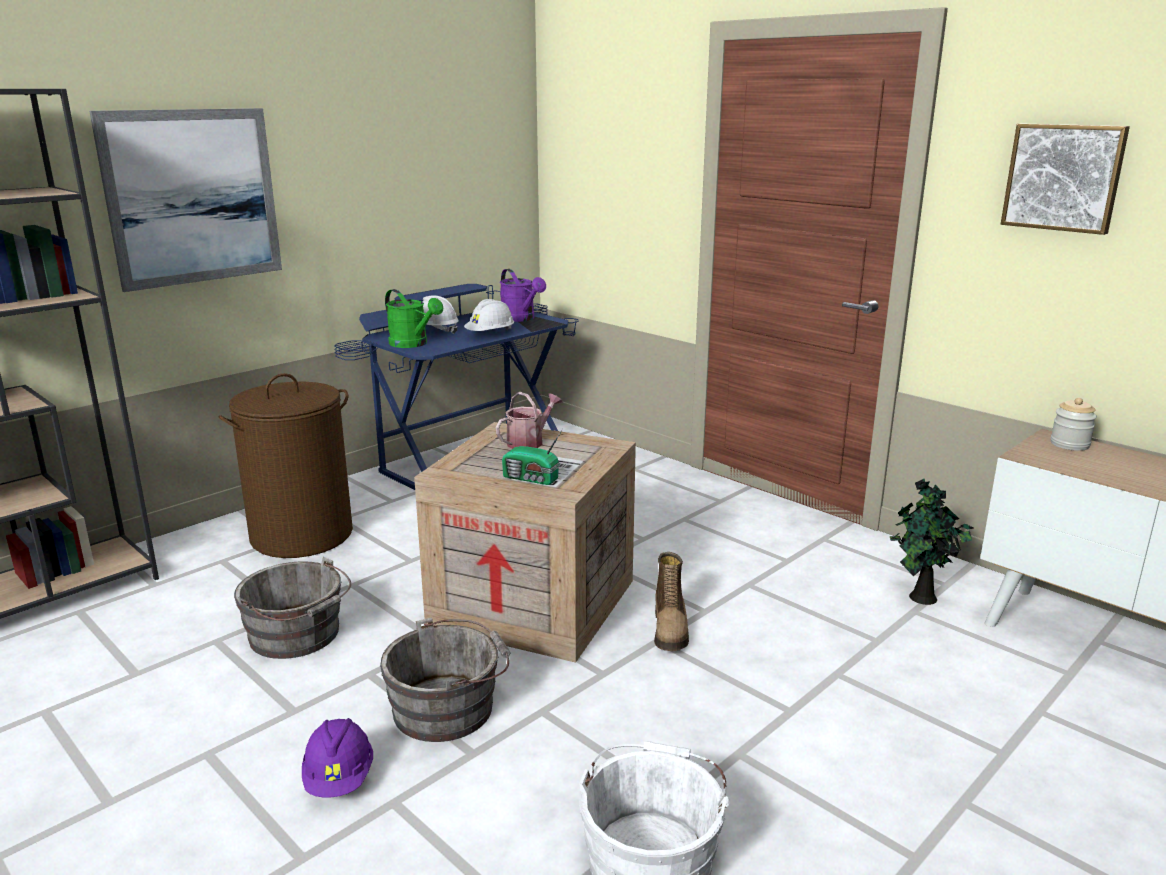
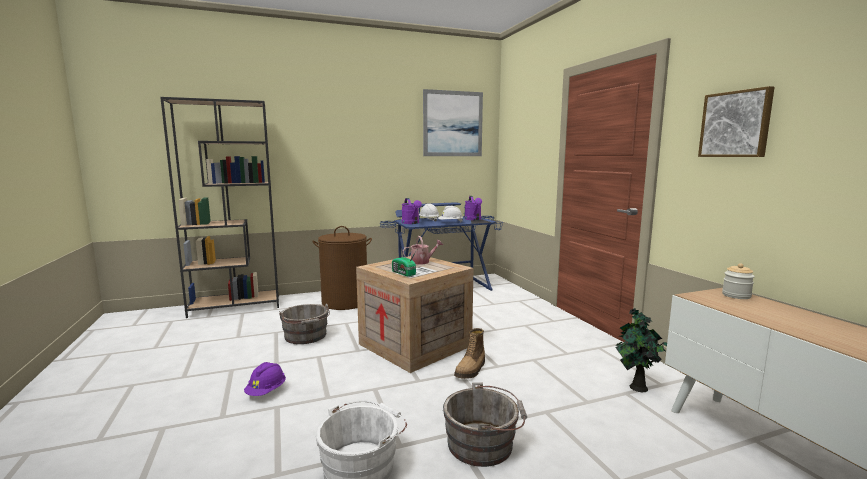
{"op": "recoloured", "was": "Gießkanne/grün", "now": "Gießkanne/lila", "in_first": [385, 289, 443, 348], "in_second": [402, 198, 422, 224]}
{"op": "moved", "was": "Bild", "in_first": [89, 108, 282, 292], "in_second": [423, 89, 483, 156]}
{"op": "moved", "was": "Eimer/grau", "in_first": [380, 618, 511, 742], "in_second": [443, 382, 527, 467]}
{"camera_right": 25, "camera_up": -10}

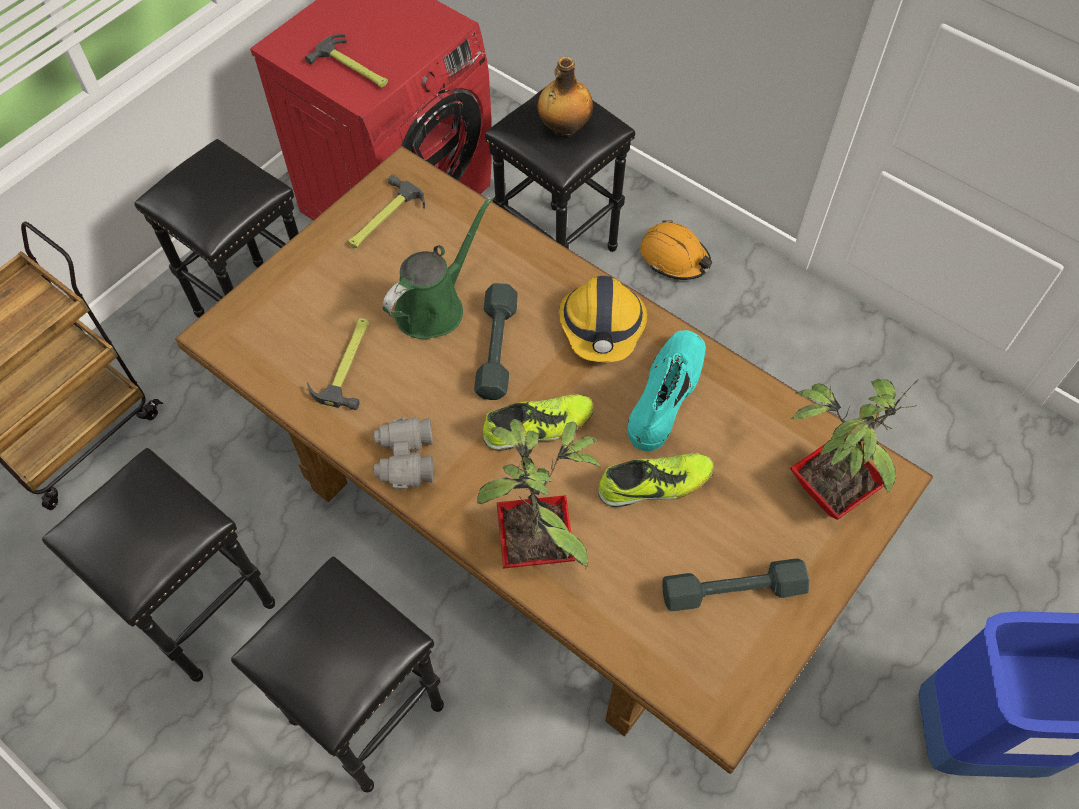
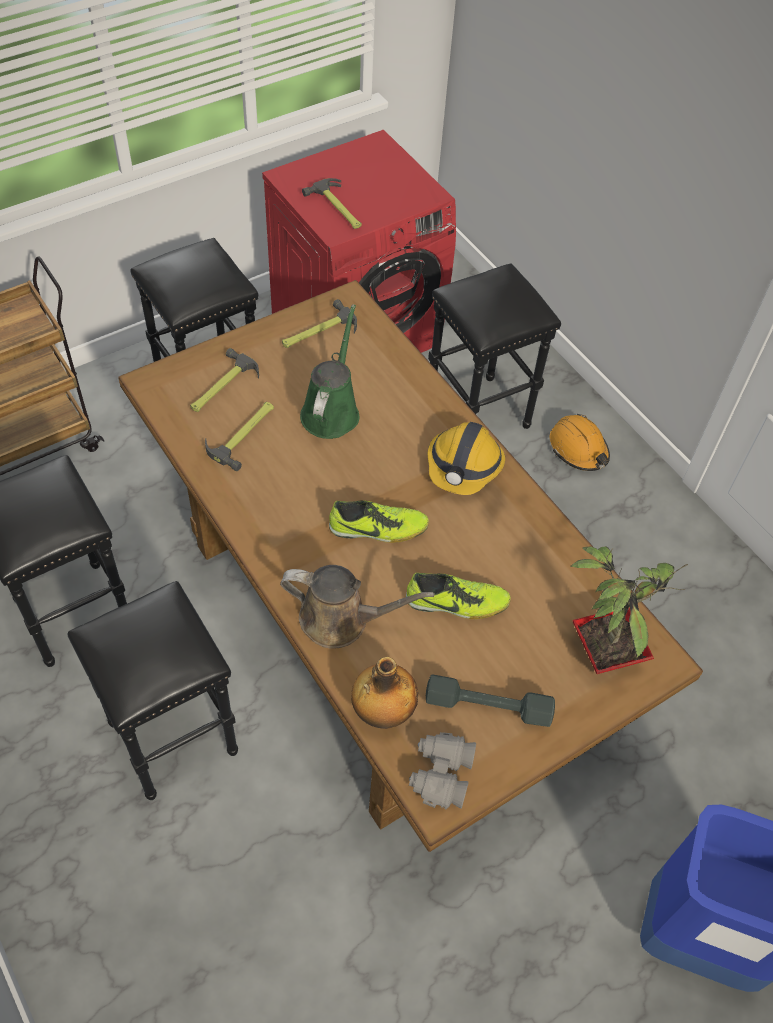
{"op": "added", "now": "Hammer", "in_second": [190, 348, 259, 412]}
{"op": "replaced", "was": "Topfpflanze", "now": "Gießkanne/braun", "in_first": [477, 419, 601, 569], "in_second": [280, 565, 435, 649]}
{"op": "turned", "was": "Gießkanne/grün", "in_first": [382, 196, 493, 339], "in_second": [300, 304, 359, 439], "clockwise": -45}
{"op": "moved", "was": "Flasche", "in_first": [537, 57, 593, 137], "in_second": [351, 657, 418, 729]}
{"op": "moved", "was": "Fernglas/grau", "in_first": [373, 416, 433, 490], "in_second": [409, 732, 476, 810]}
{"op": "removed", "was": "Hantel/grau", "in_first": [474, 283, 518, 400]}
{"op": "removed", "was": "Stiefel/türkis", "in_first": [628, 330, 706, 451]}
{"camera_right": 15, "camera_up": -5}

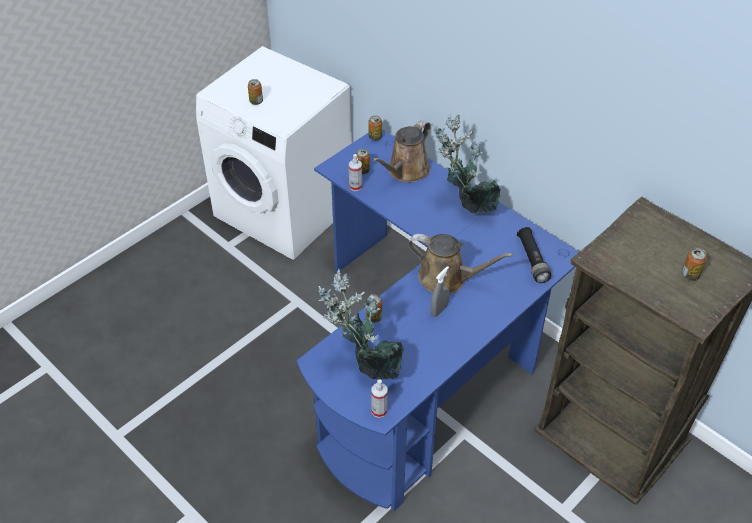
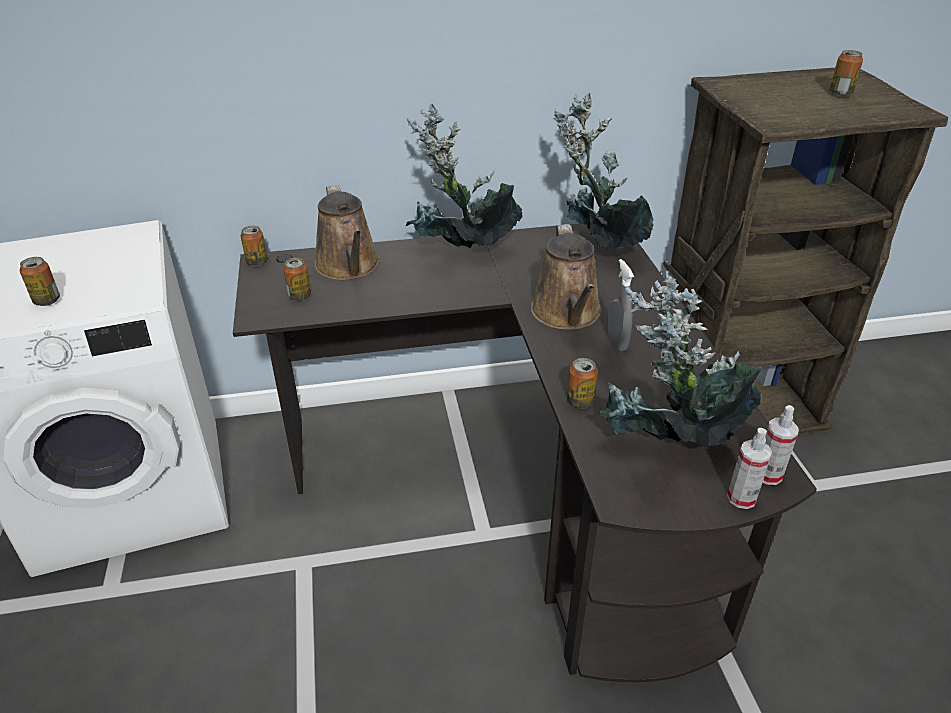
{"op": "recoloured", "was": "Schreibtisch/blau", "now": "Schreibtisch/schwarz", "in_first": [297, 129, 579, 511], "in_second": [233, 223, 817, 682]}
{"op": "turned", "was": "Gießkanne/braun", "in_first": [408, 234, 513, 294], "in_second": [531, 224, 601, 330], "clockwise": 120}
{"op": "replaced", "was": "Taschenlampe/schwarz", "now": "Topfpflanze", "in_first": [517, 227, 552, 283], "in_second": [553, 93, 654, 251]}
{"op": "moved", "was": "Sprühflasche", "in_first": [349, 154, 362, 191], "in_second": [727, 428, 772, 509]}
{"camera_right": -55, "camera_up": -10}

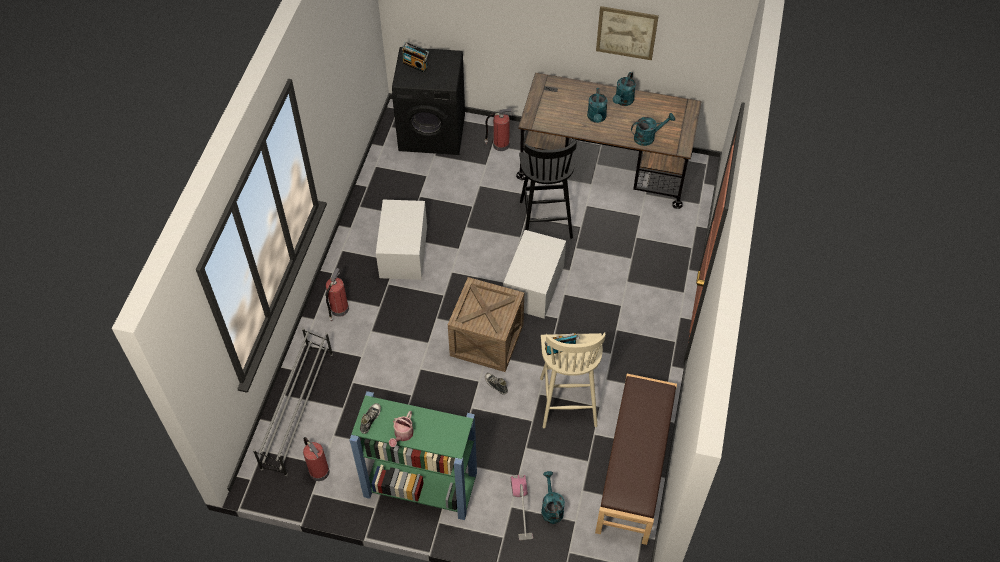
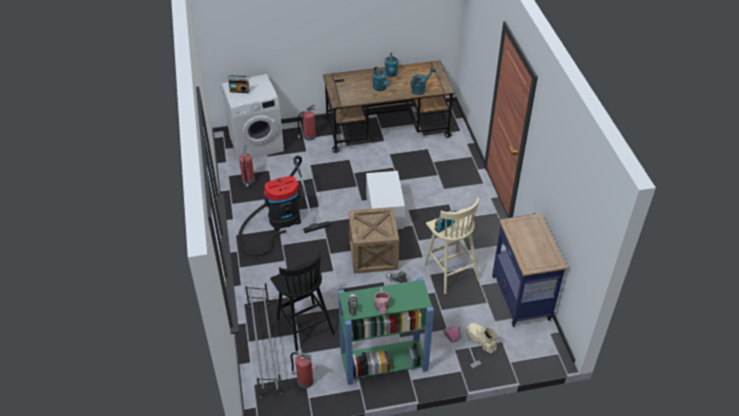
{"op": "recoloured", "was": "Waschmaschine/schwarz", "now": "Waschmaschine/weiß", "in_first": [392, 47, 465, 155], "in_second": [221, 74, 284, 160]}
{"op": "replaced", "was": "Aufbewahrungsbox/weiß", "now": "Staubsauger", "in_first": [376, 200, 427, 280], "in_second": [238, 156, 330, 256]}
{"op": "moved", "was": "Feuerlöscher", "in_first": [326, 268, 349, 321], "in_second": [239, 145, 255, 188]}
{"op": "moved", "was": "Hocker/schwarz", "in_first": [519, 140, 577, 239], "in_second": [270, 251, 335, 351]}
{"op": "replaced", "was": "Gießkanne/türkis", "now": "Stiefel/beige", "in_first": [541, 471, 565, 524], "in_second": [467, 323, 497, 354]}
{"op": "replaced", "was": "Bank/braun", "now": "Rollwagen/blau", "in_first": [595, 374, 677, 545], "in_second": [492, 213, 568, 327]}
{"op": "removed", "was": "Bild", "in_first": [596, 6, 659, 60]}
{"camera_right": -25, "camera_up": -10}

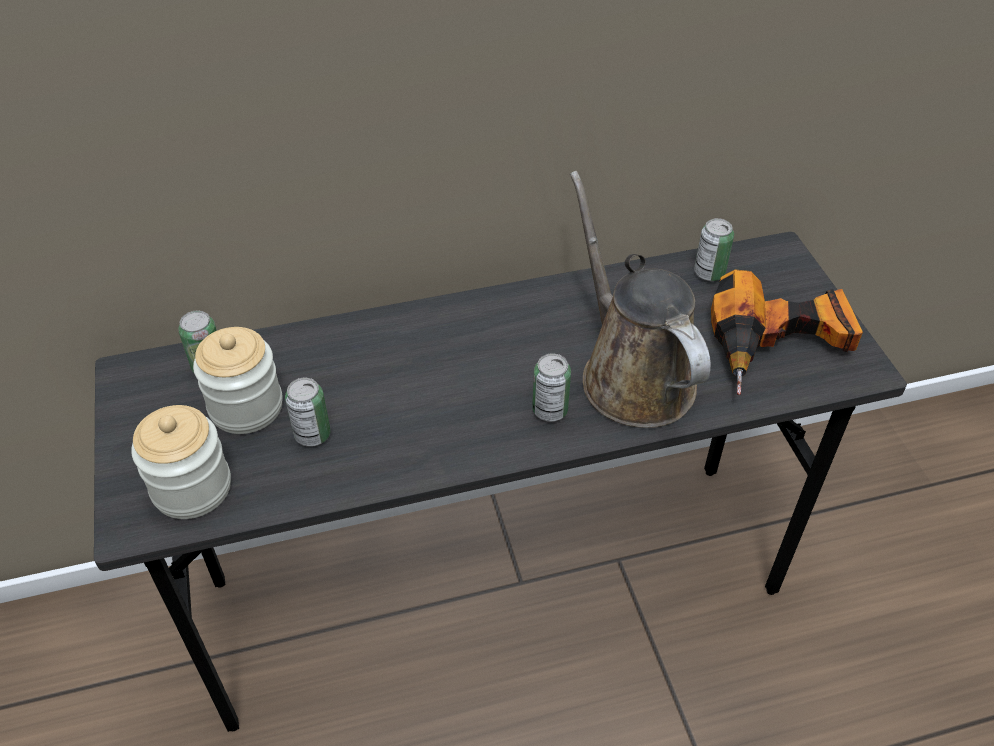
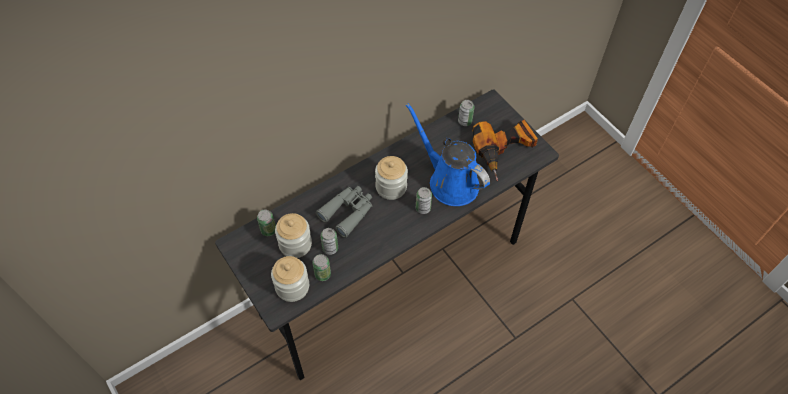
{"op": "added", "now": "Dose", "in_second": [312, 254, 331, 281]}
{"op": "added", "now": "Fernglas/grau", "in_second": [316, 186, 372, 238]}
{"op": "added", "now": "Vorratsglas", "in_second": [375, 156, 408, 200]}
{"op": "recoloured", "was": "Gießkanne/braun", "now": "Gießkanne/blau", "in_first": [570, 171, 711, 428], "in_second": [406, 103, 490, 206]}
{"camera_right": -20, "camera_up": 10}

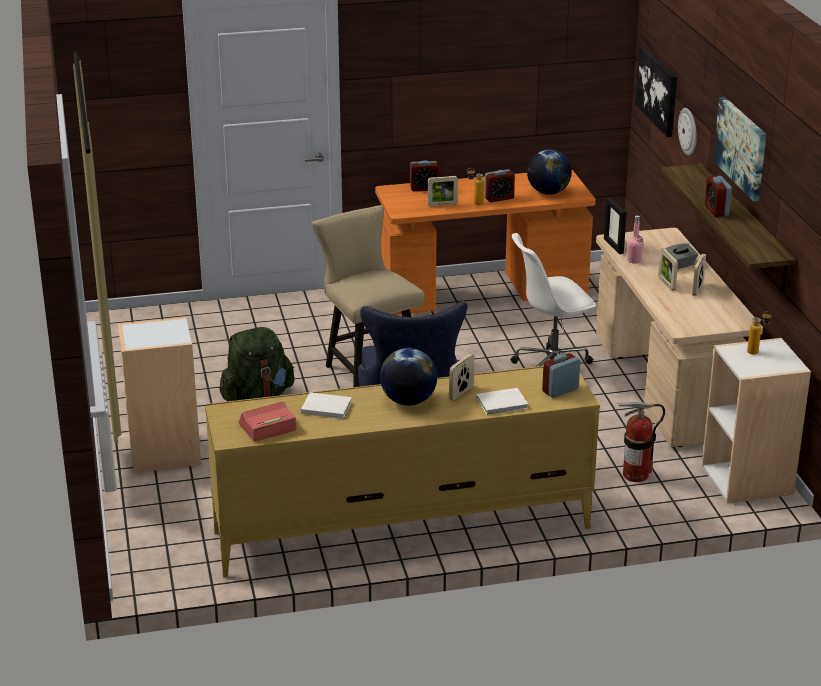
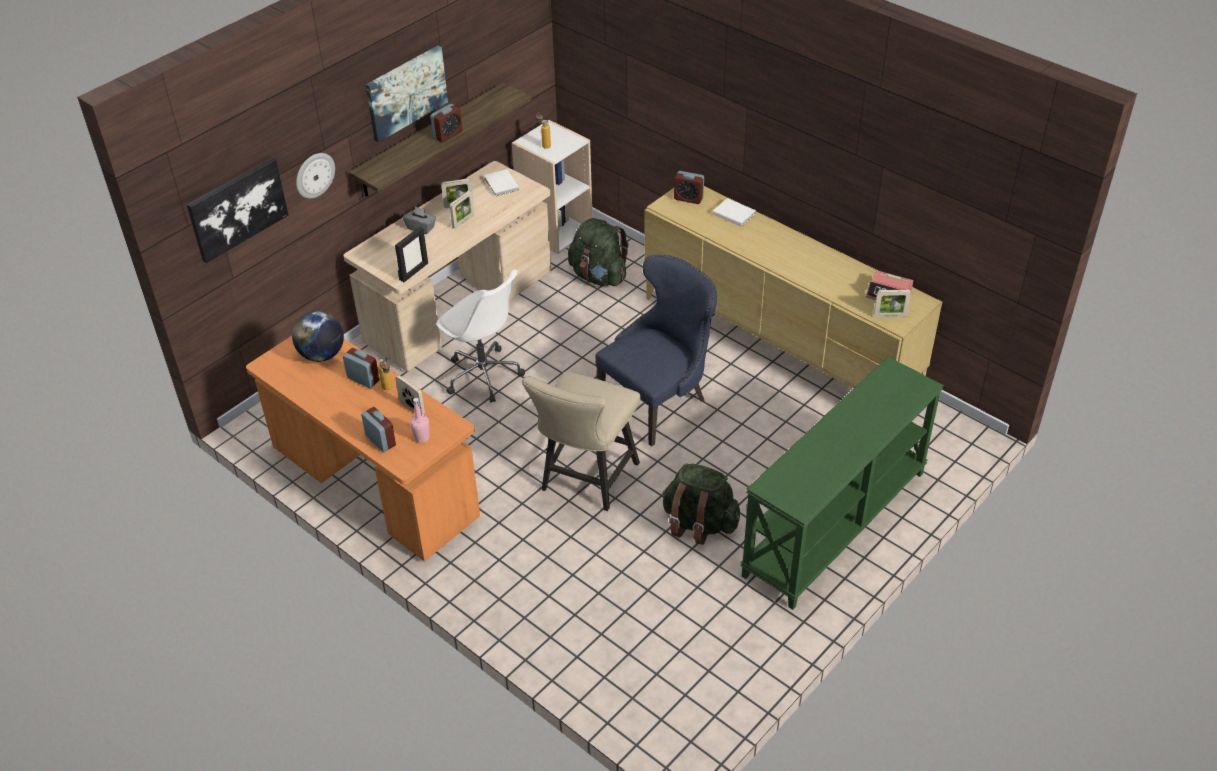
{"op": "moved", "was": "Flasche/rosa", "in_first": [627, 215, 644, 264], "in_second": [410, 398, 430, 443]}
{"op": "moved", "was": "Buch/weiß", "in_first": [301, 392, 352, 419], "in_second": [484, 169, 519, 197]}
{"op": "replaced", "was": "Feuerlöscher", "now": "Rucksack/grün", "in_first": [617, 402, 665, 482], "in_second": [568, 218, 629, 286]}
{"op": "replaced", "was": "Bücherregal", "now": "Konsolentisch/grün", "in_first": [118, 317, 201, 473], "in_second": [740, 357, 944, 610]}
{"op": "moved", "was": "Bilderrahmen", "in_first": [449, 353, 474, 401], "in_second": [874, 289, 911, 318]}
{"op": "removed", "was": "Globus", "in_first": [380, 348, 437, 405]}
{"camera_right": -125, "camera_up": 15}

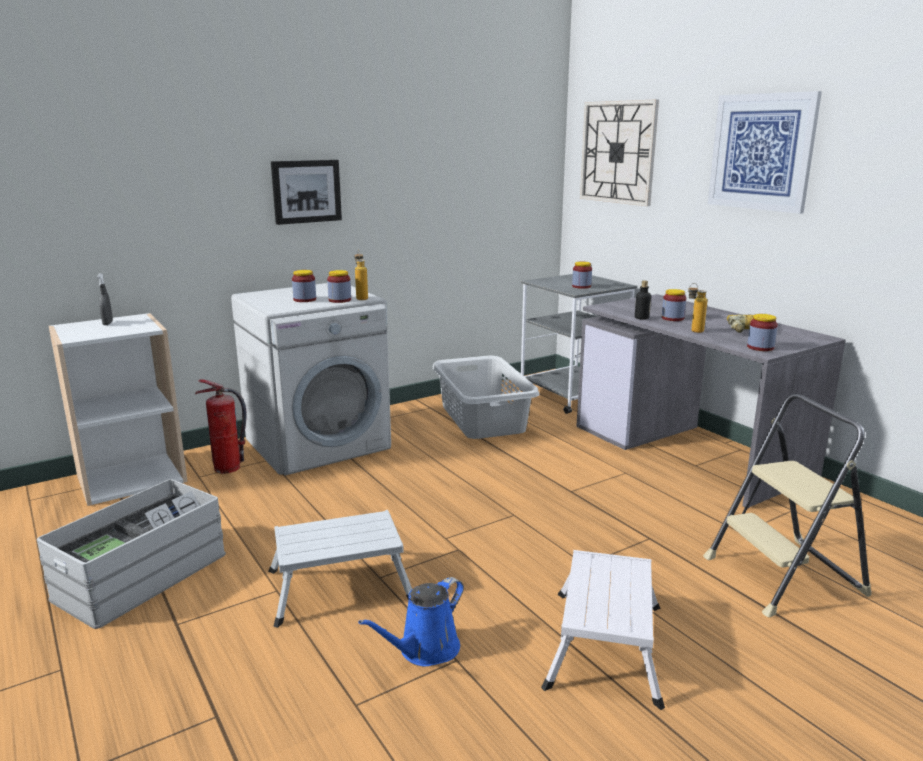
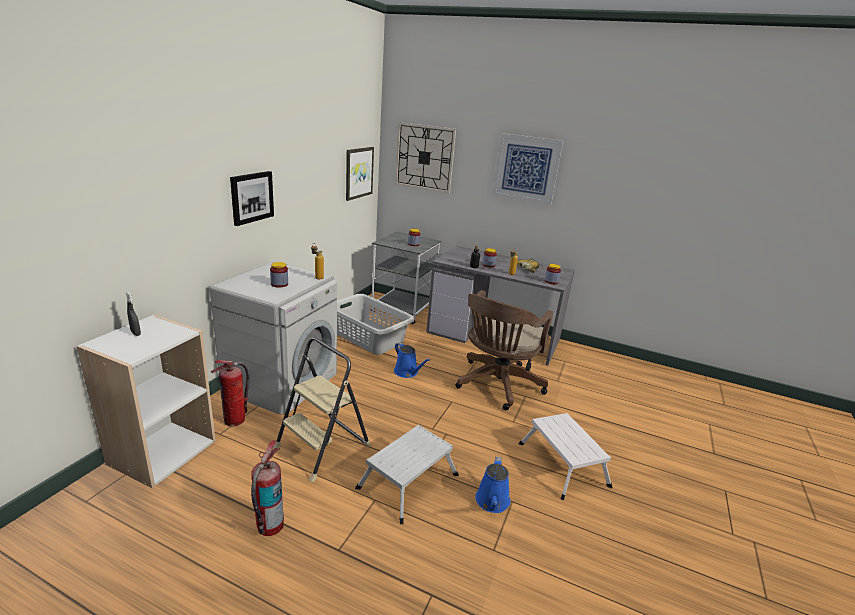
{"op": "replaced", "was": "Aufbewahrungsbox/grau", "now": "Feuerlöscher", "in_first": [37, 479, 226, 629], "in_second": [251, 440, 284, 536]}
{"op": "moved", "was": "Trittleiter/beige", "in_first": [703, 394, 871, 617], "in_second": [273, 337, 370, 482]}
{"op": "added", "now": "Bild", "in_second": [346, 147, 374, 201]}
{"op": "added", "now": "Gießkanne/blau", "in_second": [394, 342, 430, 378]}
{"op": "added", "now": "Bürostuhl/braun", "in_second": [456, 290, 553, 410]}
{"op": "removed", "was": "Vorratsglas", "in_first": [327, 270, 351, 303]}
{"camera_right": -35, "camera_up": 5}

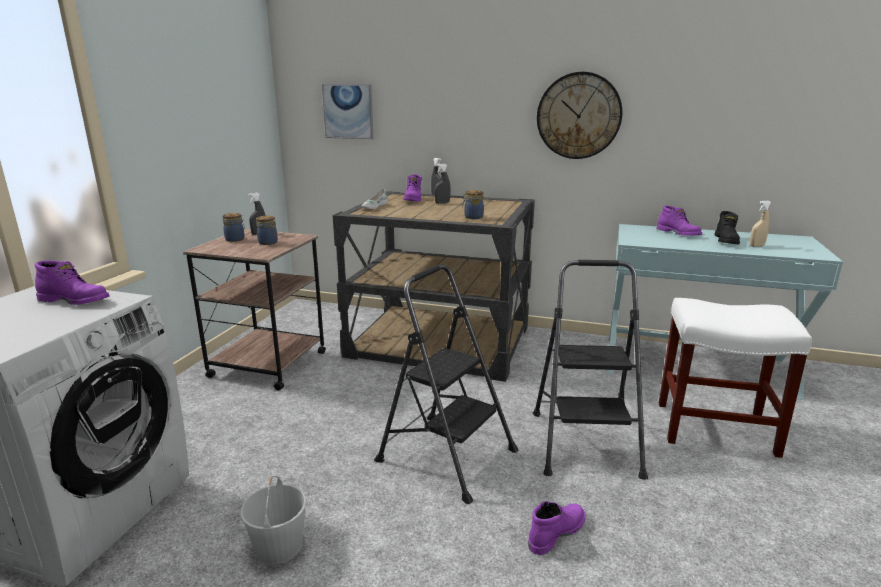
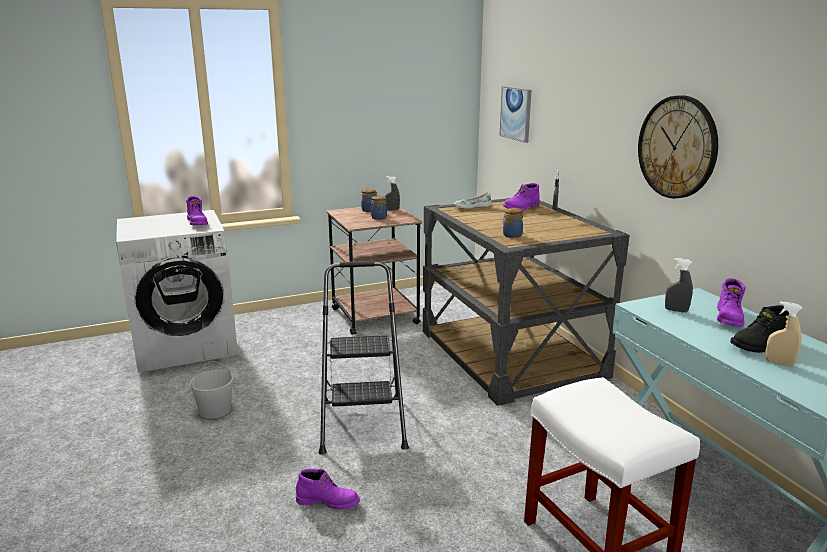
{"op": "moved", "was": "Sprühflasche/grau", "in_first": [434, 163, 451, 204], "in_second": [665, 258, 693, 313]}
{"op": "removed", "was": "Trittleiter/schwarz", "in_first": [533, 260, 648, 480]}
{"camera_right": 50, "camera_up": 0}

